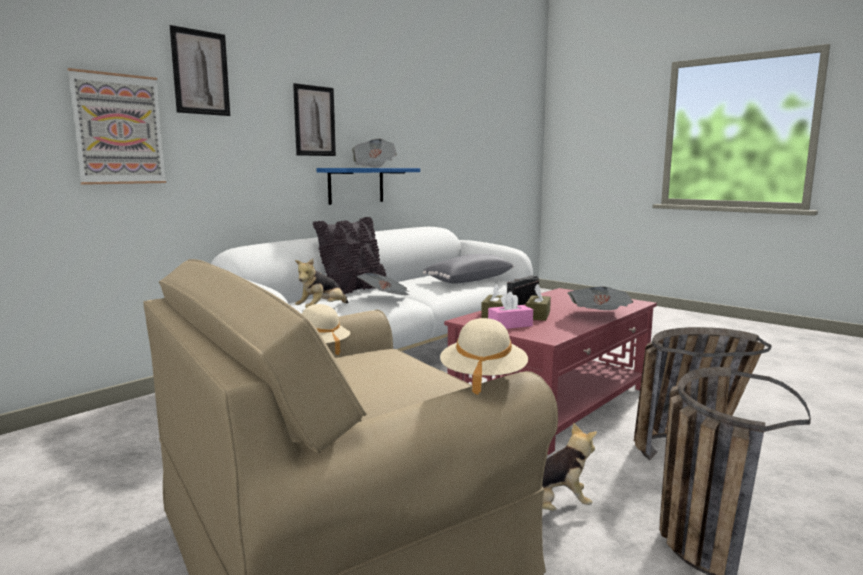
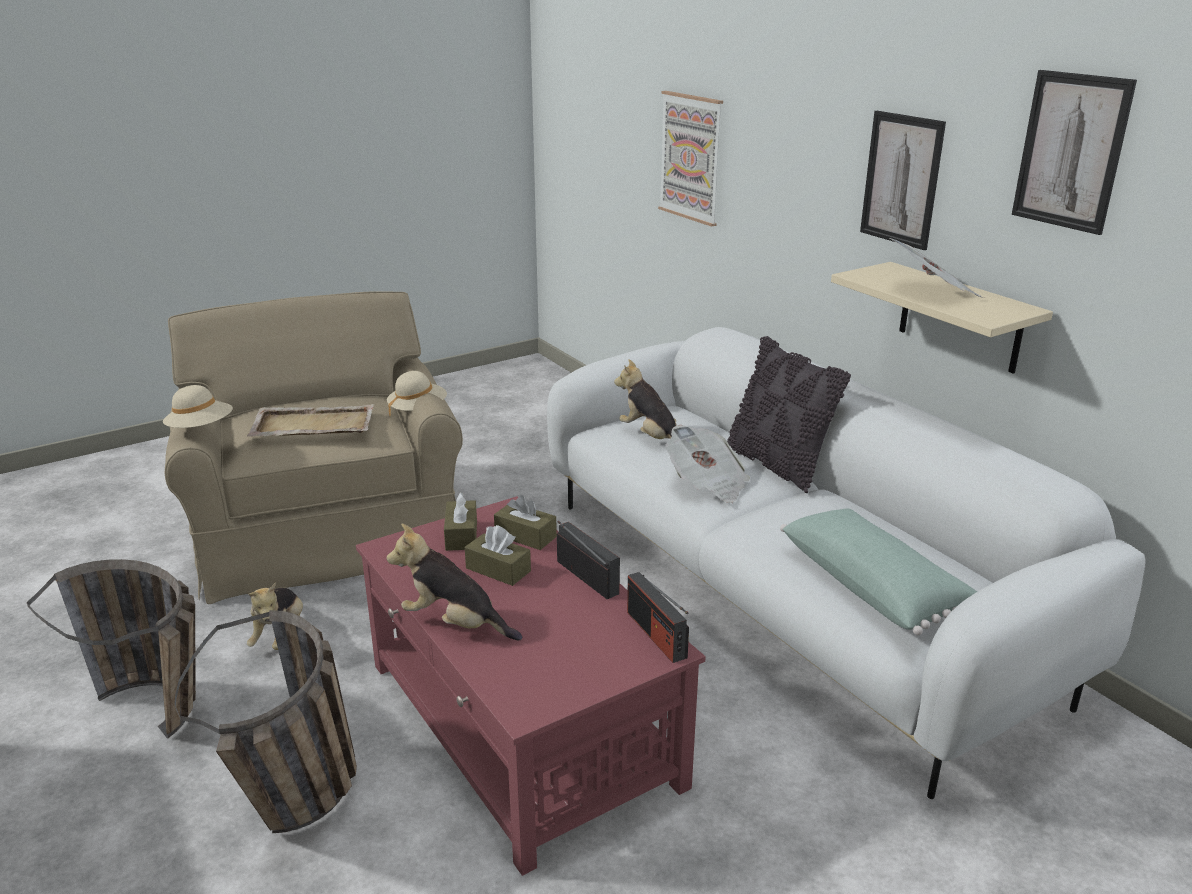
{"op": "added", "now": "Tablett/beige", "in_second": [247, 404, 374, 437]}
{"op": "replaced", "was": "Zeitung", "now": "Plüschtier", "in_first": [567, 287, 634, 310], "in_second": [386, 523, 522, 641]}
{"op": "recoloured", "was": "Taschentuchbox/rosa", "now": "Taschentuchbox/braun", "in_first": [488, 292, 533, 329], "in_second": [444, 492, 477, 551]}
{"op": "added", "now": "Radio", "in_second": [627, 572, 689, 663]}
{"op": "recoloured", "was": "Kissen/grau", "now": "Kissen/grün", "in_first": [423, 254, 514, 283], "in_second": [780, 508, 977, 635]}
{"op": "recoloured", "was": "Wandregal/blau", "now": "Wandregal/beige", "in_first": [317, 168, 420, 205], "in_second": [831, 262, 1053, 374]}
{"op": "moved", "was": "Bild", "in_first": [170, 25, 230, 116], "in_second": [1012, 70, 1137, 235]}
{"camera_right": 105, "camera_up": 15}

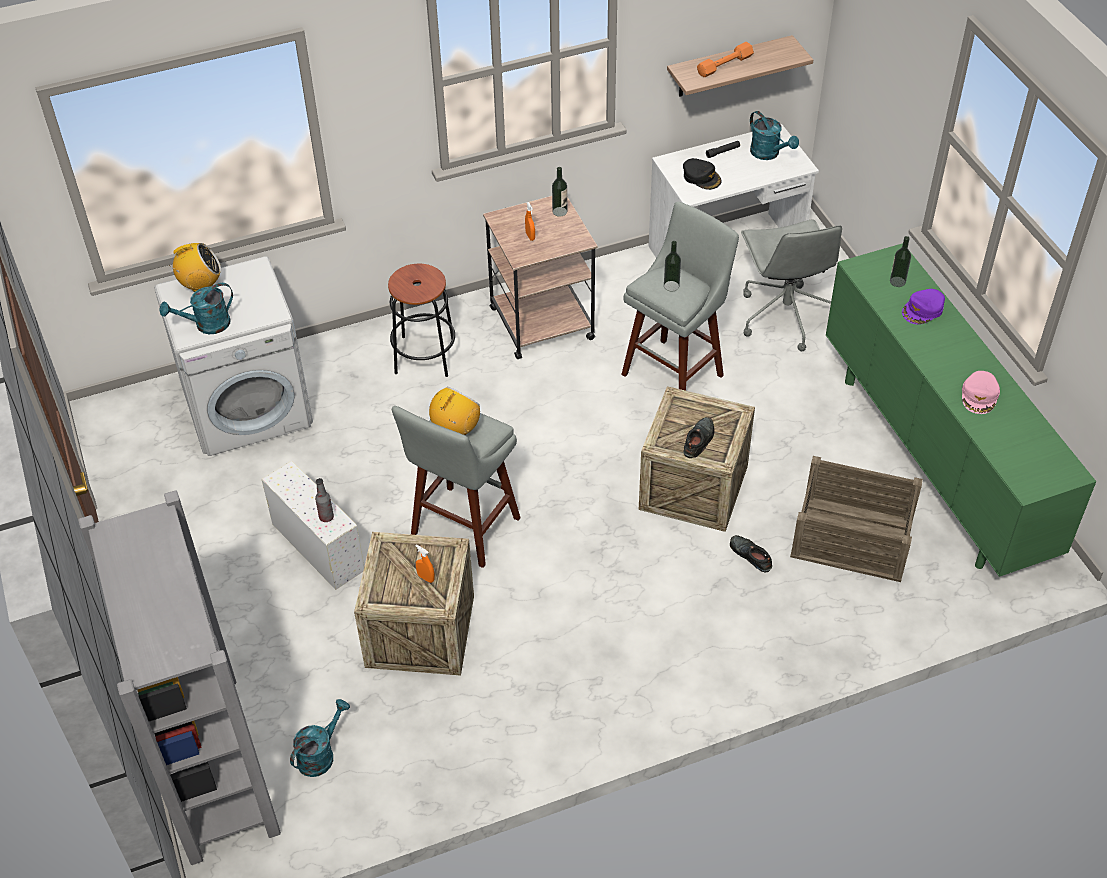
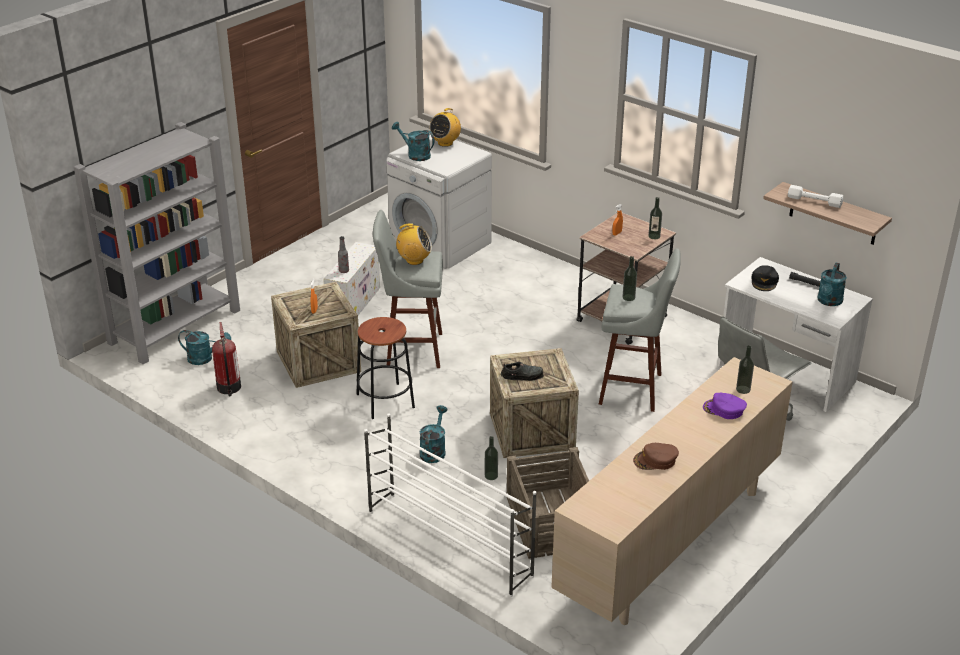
{"op": "added", "now": "Feuerlöscher", "in_second": [212, 322, 241, 396]}
{"op": "moved", "was": "Hocker/schwarz", "in_first": [388, 264, 455, 377], "in_second": [357, 317, 415, 419]}
{"op": "added", "now": "Schuhregal/weiß", "in_second": [364, 413, 537, 597]}
{"op": "added", "now": "Gießkanne/türkis", "in_second": [420, 405, 448, 463]}
{"op": "turned", "was": "Radio", "in_first": [169, 243, 221, 292], "in_second": [430, 108, 461, 147], "clockwise": 75}
{"op": "replaced", "was": "Schuh/schwarz", "now": "Flasche", "in_first": [730, 535, 772, 572], "in_second": [485, 436, 498, 480]}
{"op": "recoloured", "was": "Schrank/grün", "now": "Schrank/beige", "in_first": [826, 243, 1096, 577], "in_second": [551, 357, 792, 625]}
{"op": "recoloured", "was": "Kappe/rosa", "now": "Kappe/braun", "in_first": [962, 371, 1000, 414], "in_second": [633, 443, 679, 470]}
{"op": "recoloured", "was": "Hantel/orange", "now": "Hantel/weiß", "in_first": [697, 42, 754, 77], "in_second": [788, 185, 843, 208]}
{"camera_right": 60, "camera_up": -15}

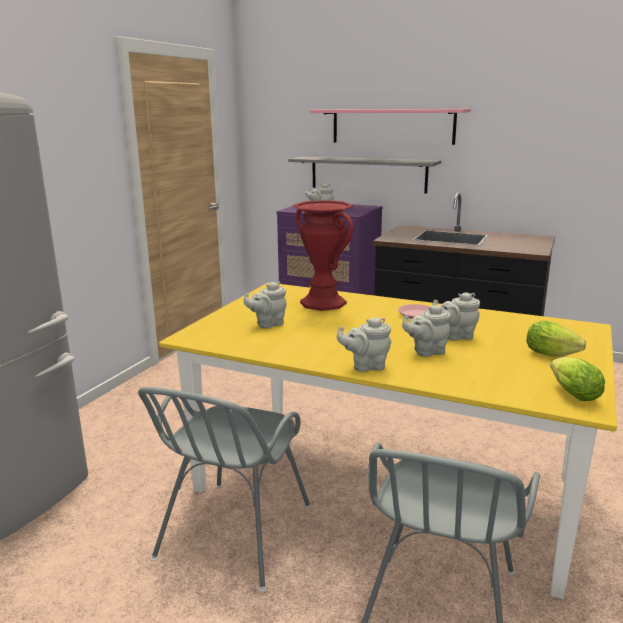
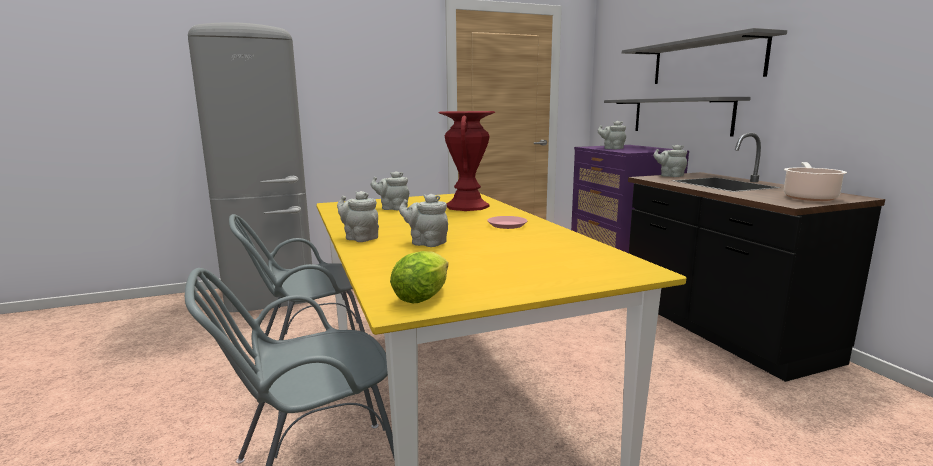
{"op": "recoloured", "was": "Wandregal/rosa", "now": "Wandregal/grau", "in_first": [309, 109, 471, 145], "in_second": [622, 28, 787, 84]}
{"op": "moved", "was": "Teekanne/grau", "in_first": [432, 292, 480, 340], "in_second": [653, 145, 687, 177]}
{"op": "added", "now": "Kochtopf", "in_second": [784, 162, 847, 201]}
{"op": "removed", "was": "Salatkopf", "in_first": [527, 321, 586, 356]}
{"camera_right": 45, "camera_up": -5}

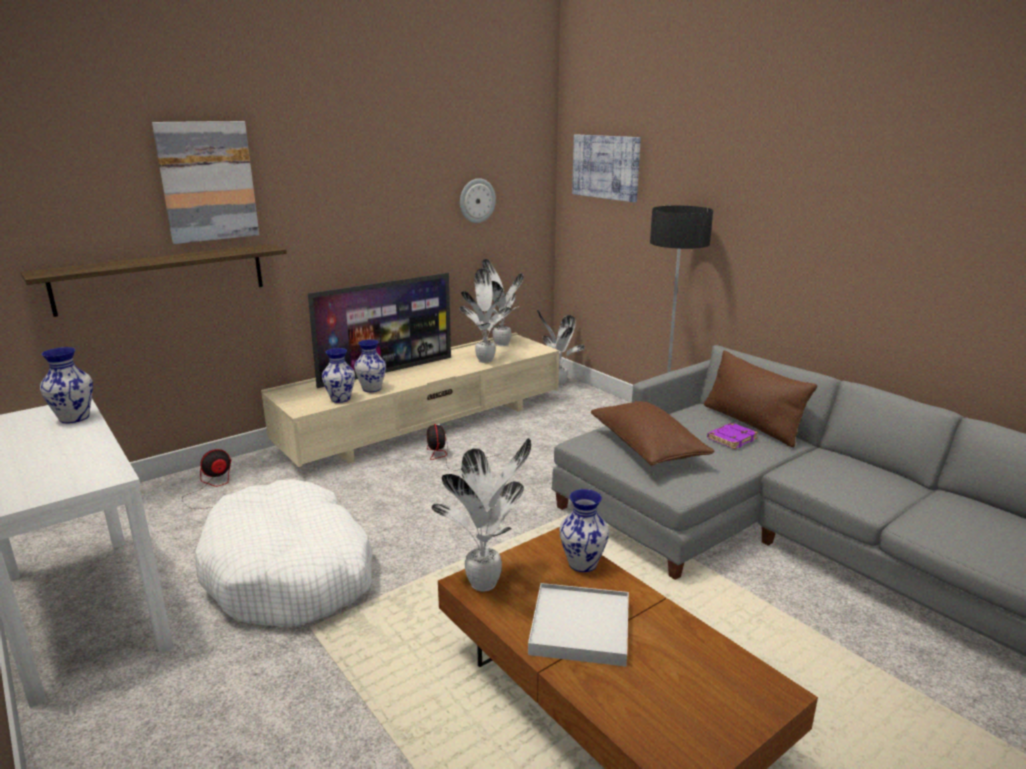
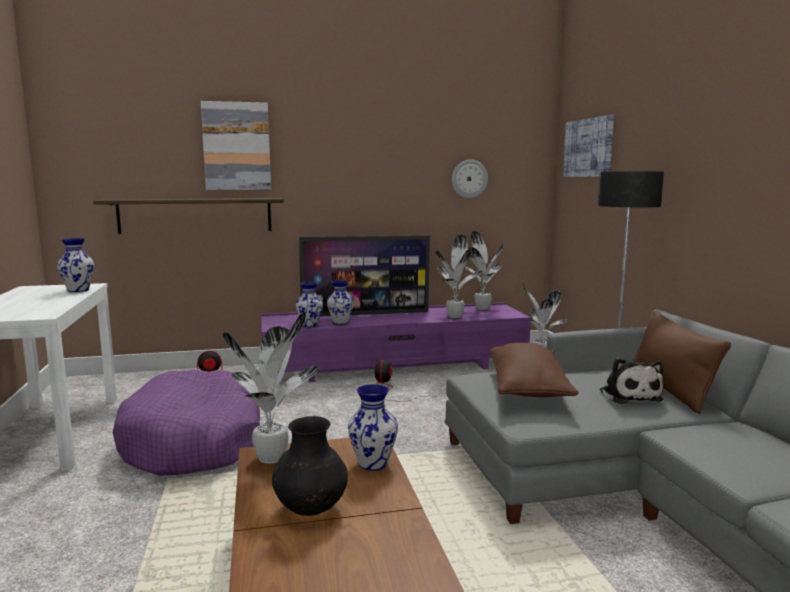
{"op": "recoloured", "was": "Hundebett/weiß", "now": "Hundebett/lila", "in_first": [194, 479, 372, 626], "in_second": [113, 369, 260, 476]}
{"op": "recoloured", "was": "Fernsehschrank/beige", "now": "Fernsehschrank/lila", "in_first": [261, 332, 559, 467], "in_second": [261, 302, 531, 382]}
{"op": "replaced", "was": "Tablett/weiß", "now": "Vase/schwarz", "in_first": [528, 583, 629, 667], "in_second": [272, 416, 348, 516]}
{"op": "replaced", "was": "Buch/lila", "now": "Plüschtier", "in_first": [707, 423, 758, 449], "in_second": [600, 358, 664, 404]}
{"camera_right": 25, "camera_up": -10}

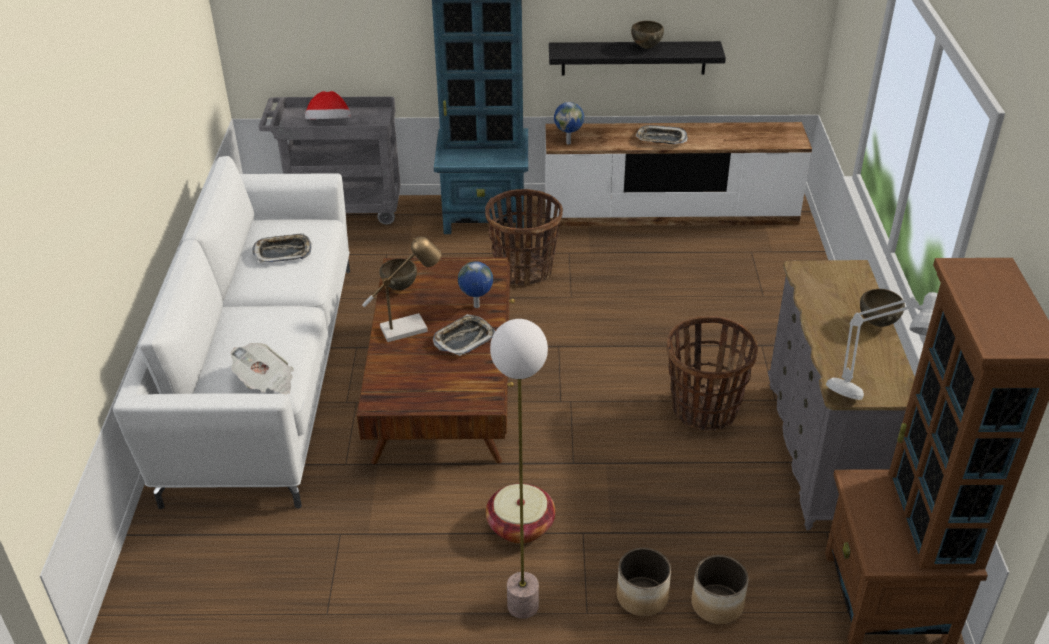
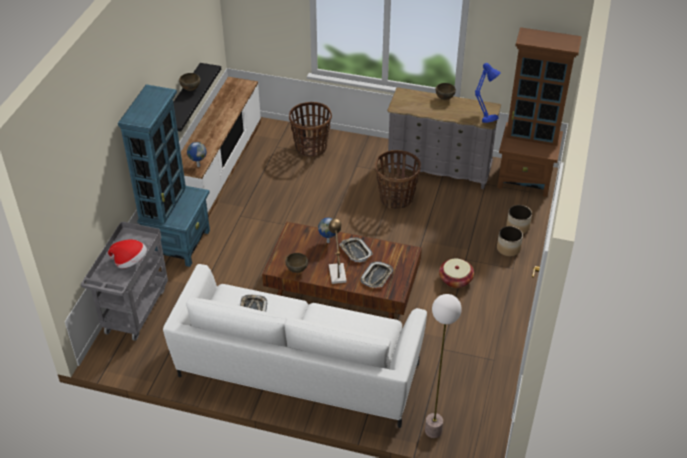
{"op": "moved", "was": "Korb", "in_first": [485, 189, 563, 285], "in_second": [289, 102, 332, 157]}
{"op": "moved", "was": "Tablett", "in_first": [636, 125, 688, 144], "in_second": [360, 262, 393, 288]}
{"op": "moved", "was": "Stehlampe", "in_first": [490, 319, 548, 619], "in_second": [425, 294, 462, 438]}
{"op": "recoloured", "was": "Tischlampe/grau", "now": "Tischlampe/blau", "in_first": [826, 292, 938, 400], "in_second": [475, 63, 501, 123]}
{"op": "removed", "was": "Zeitung", "in_first": [231, 343, 294, 394]}
{"camera_right": -75, "camera_up": 5}

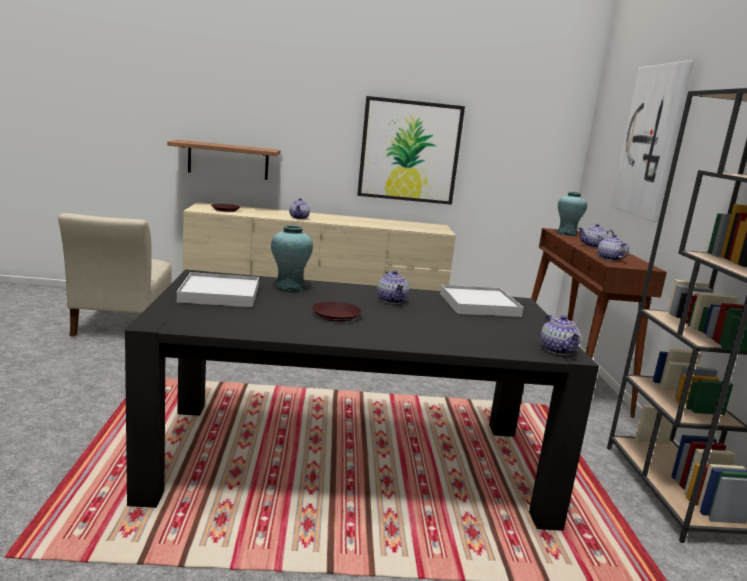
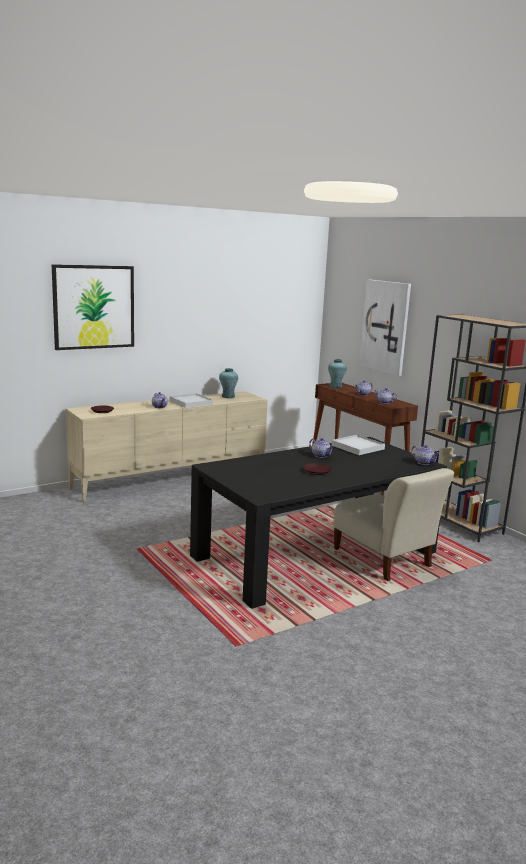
{"op": "moved", "was": "Bild", "in_first": [357, 96, 465, 205], "in_second": [52, 264, 134, 350]}
{"op": "moved", "was": "Tablett/weiß", "in_first": [177, 272, 259, 307], "in_second": [170, 393, 213, 408]}
{"op": "moved", "was": "Vase/türkis", "in_first": [271, 225, 313, 292], "in_second": [219, 368, 238, 398]}
{"op": "moved", "was": "Stuhl/beige", "in_first": [58, 213, 172, 337], "in_second": [333, 468, 454, 581]}
{"op": "removed", "was": "Wandregal", "in_first": [167, 140, 281, 180]}
{"camera_right": -30, "camera_up": 0}

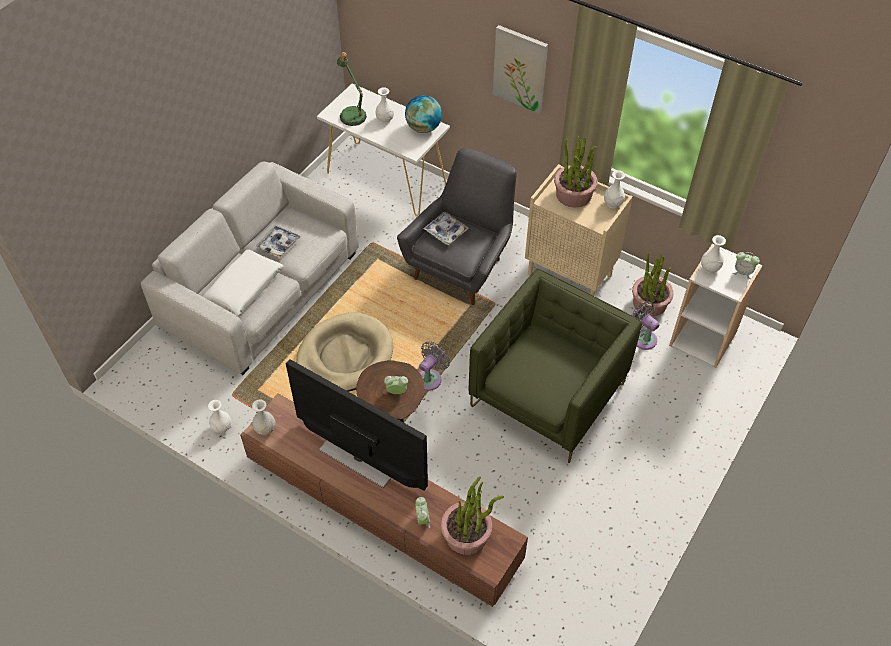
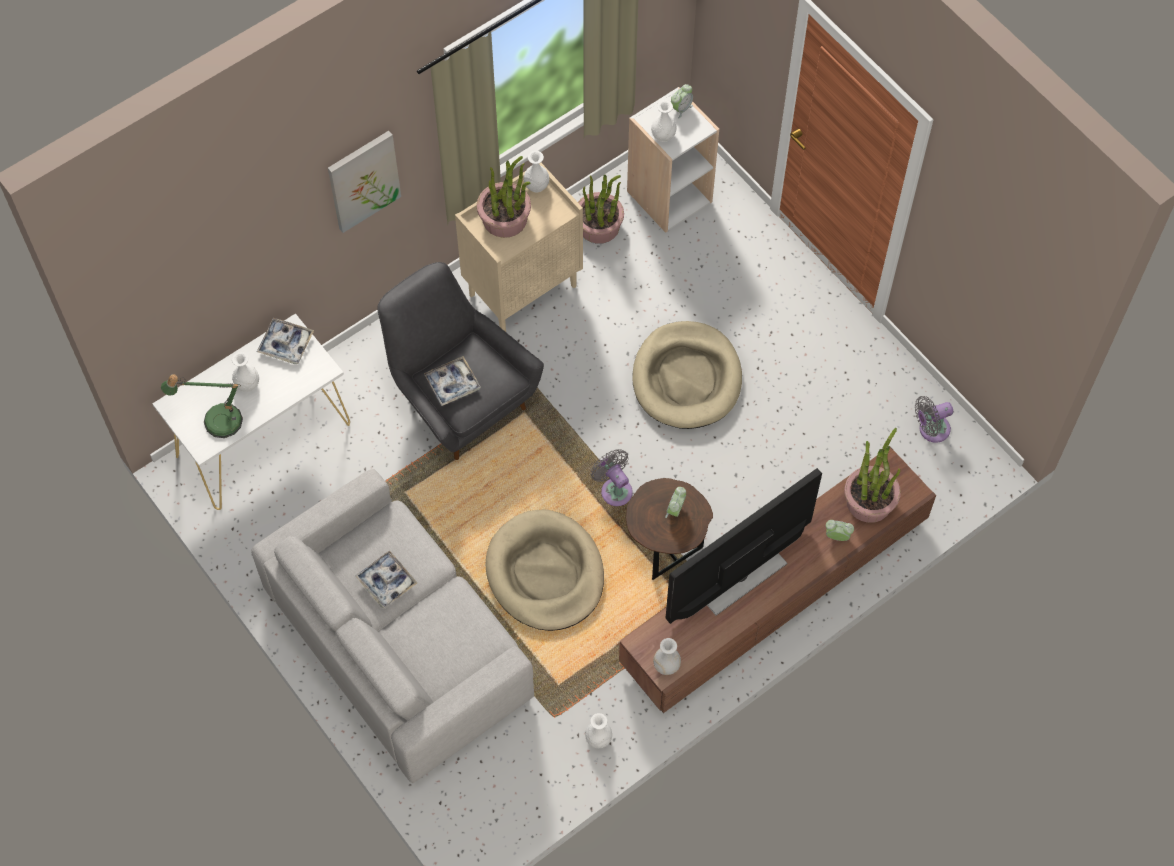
{"op": "replaced", "was": "Globus", "now": "Tablett", "in_first": [405, 95, 442, 133], "in_second": [257, 318, 314, 365]}
{"op": "replaced", "was": "Sessel/grün", "now": "Hundebett/beige", "in_first": [469, 268, 642, 463], "in_second": [632, 321, 742, 429]}
{"op": "moved", "was": "Ventilator/grau", "in_first": [631, 301, 660, 350], "in_second": [915, 396, 953, 443]}
{"op": "removed", "was": "Kissen/weiß", "in_first": [202, 249, 284, 316]}
{"camera_right": -70, "camera_up": 10}

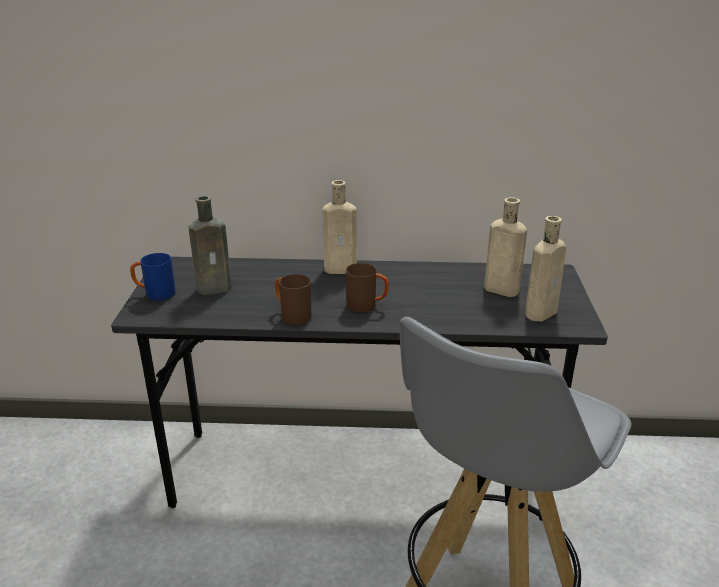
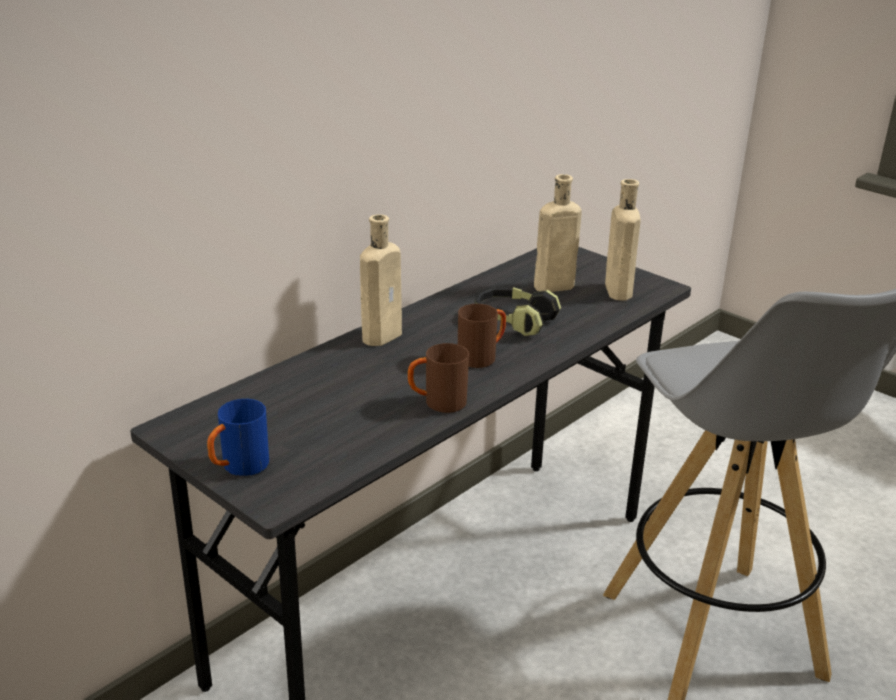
{"op": "added", "now": "Kopfhörer", "in_second": [474, 287, 561, 336]}
{"op": "removed", "was": "Flasche/braun", "in_first": [189, 196, 232, 295]}
{"camera_right": -50, "camera_up": 0}

